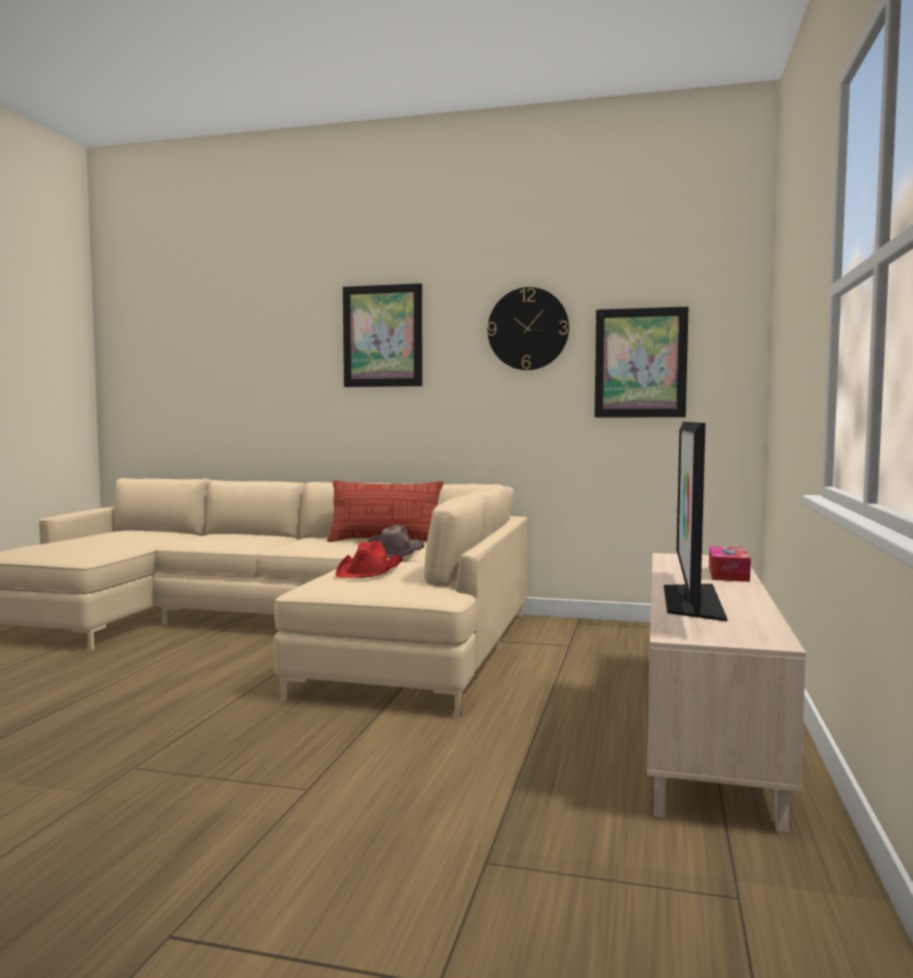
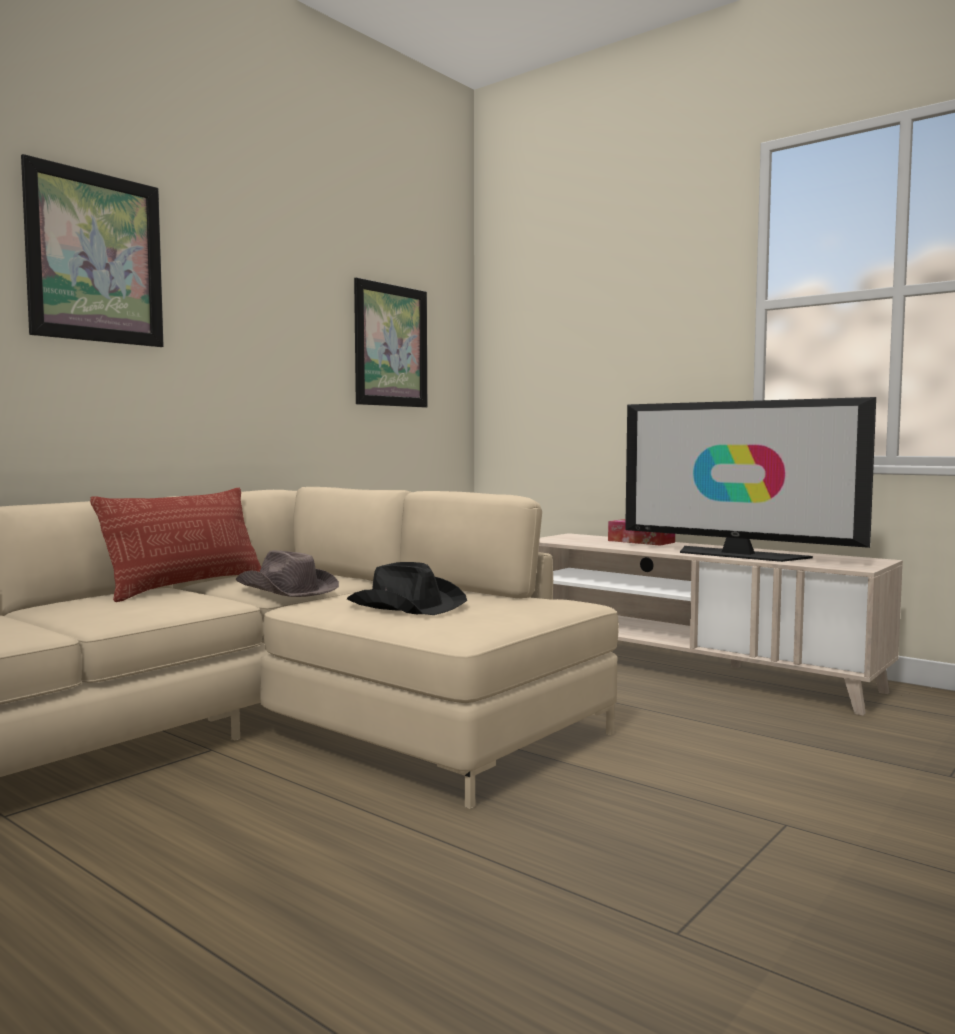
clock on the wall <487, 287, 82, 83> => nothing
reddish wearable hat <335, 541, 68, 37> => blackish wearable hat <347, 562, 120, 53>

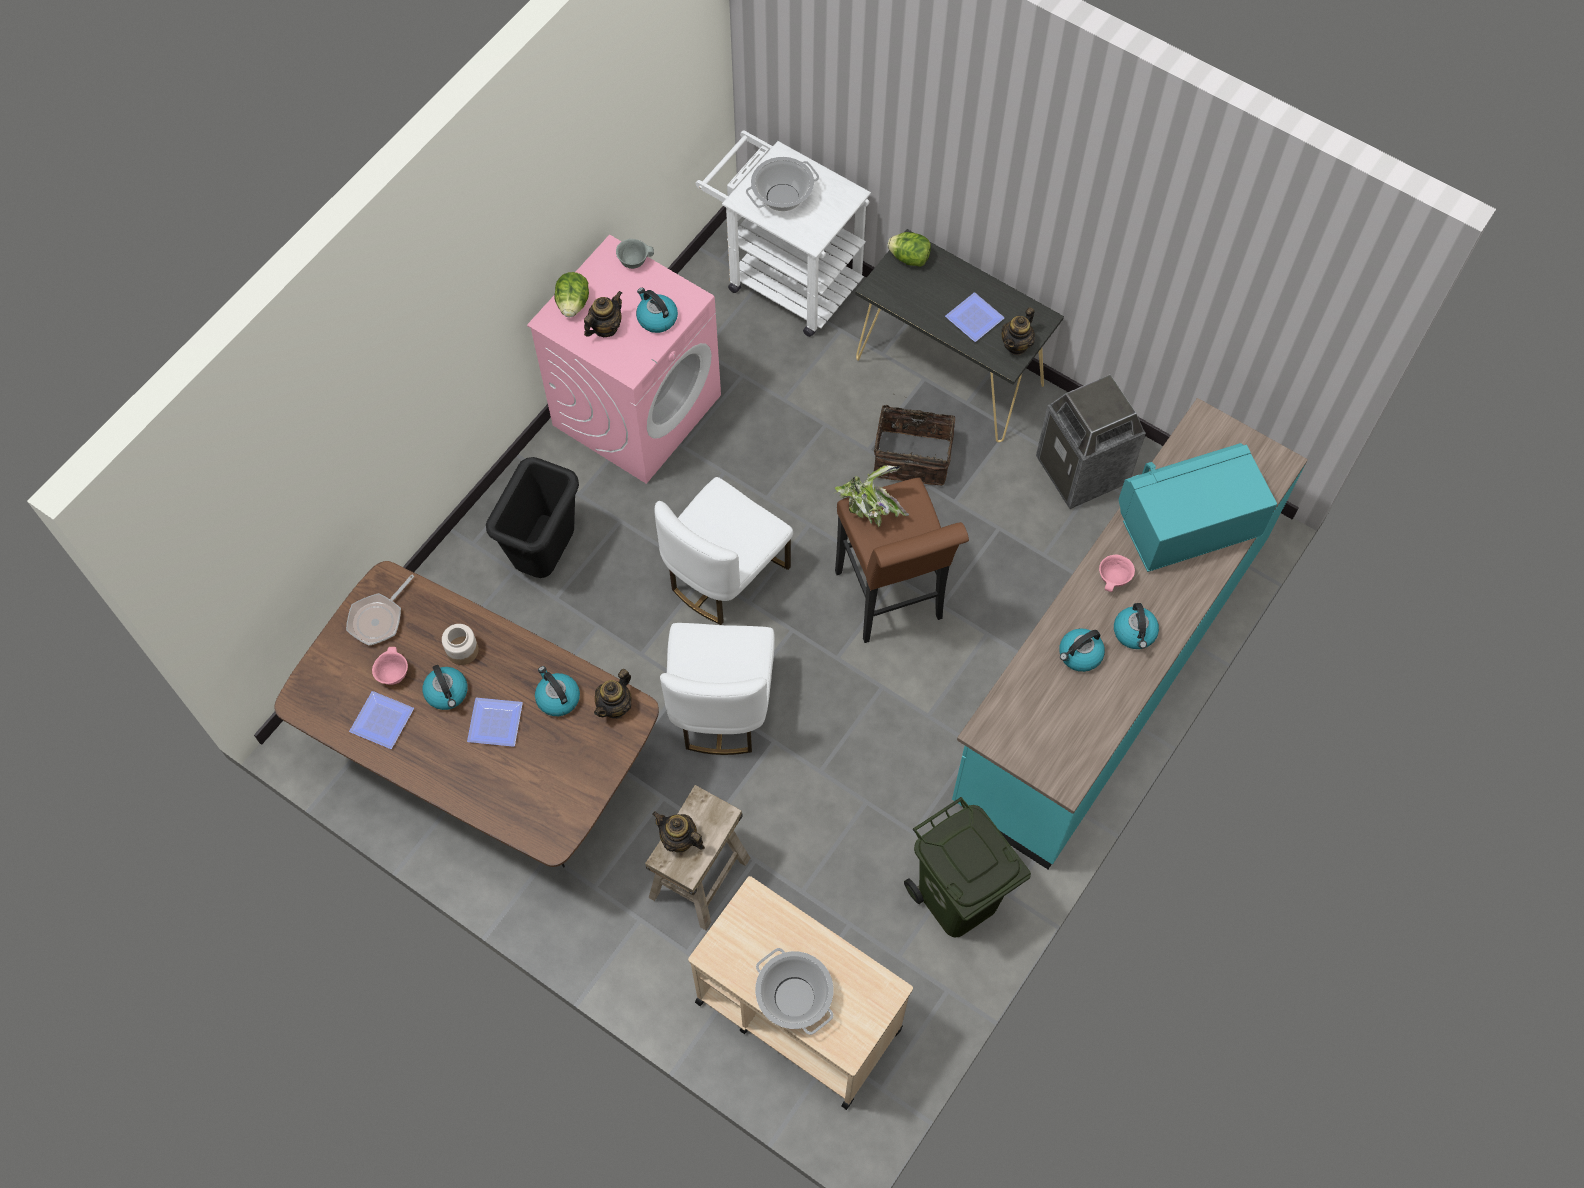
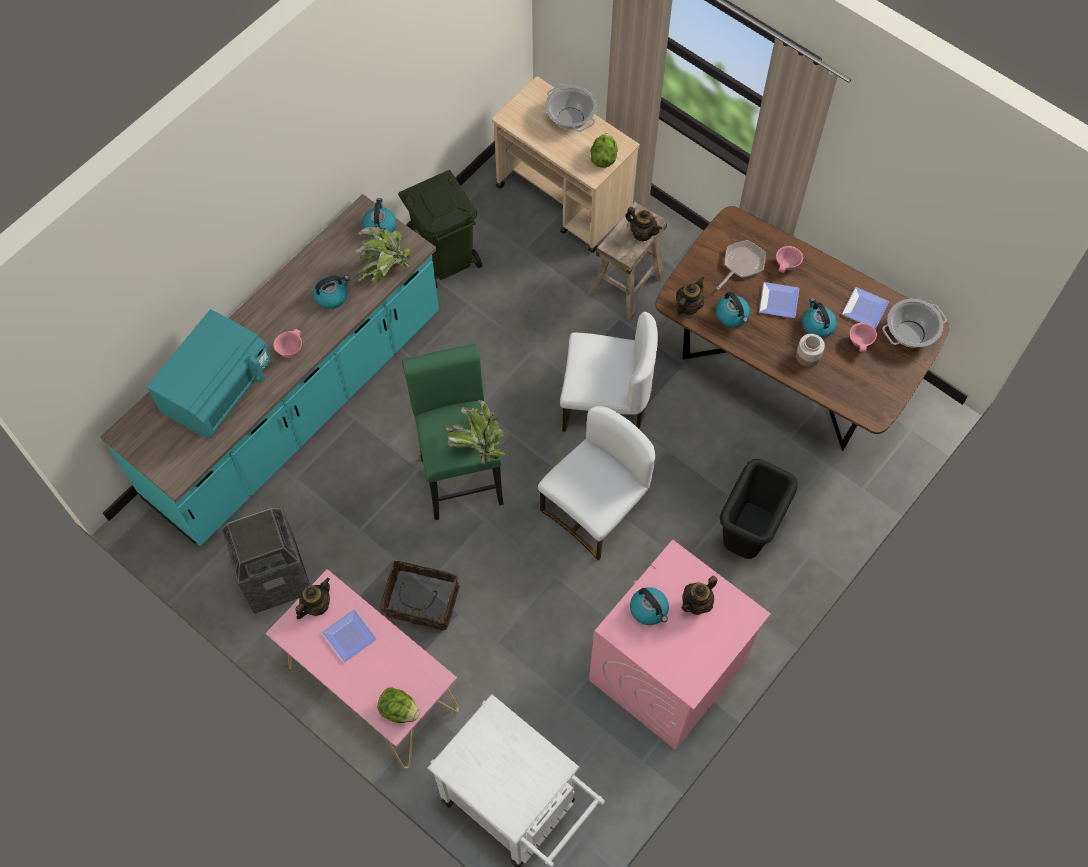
stockpot <746, 157, 73, 54> => stockpot <882, 299, 65, 48>, relocated
blackish hall table <855, 229, 209, 213> => pink-coloured hall table <266, 569, 193, 200>
grey bowl <616, 239, 38, 30> => nothing
lettuce head <554, 272, 35, 45> => lettuce head <591, 133, 27, 35>, relocated
blue-green kitchen microwave <1119, 443, 158, 129> => blue-green kitchen microwave <147, 309, 124, 129>, 45 degrees counterclockwise
brown-coloured stool seat <835, 478, 134, 165> => green stool seat <402, 344, 102, 176>
frying pan <346, 574, 68, 71> => frying pan <716, 240, 50, 50>, relocated
water kettle <1114, 603, 45, 46> => water kettle <362, 198, 34, 39>, relocated
white-coloured plain chair <660, 623, 115, 132> => white-coloured plain chair <560, 312, 98, 120>, 90 degrees clockwise
nothing => houseplant <355, 226, 55, 57>
nothing => pink-coloured bowl <776, 246, 27, 27>

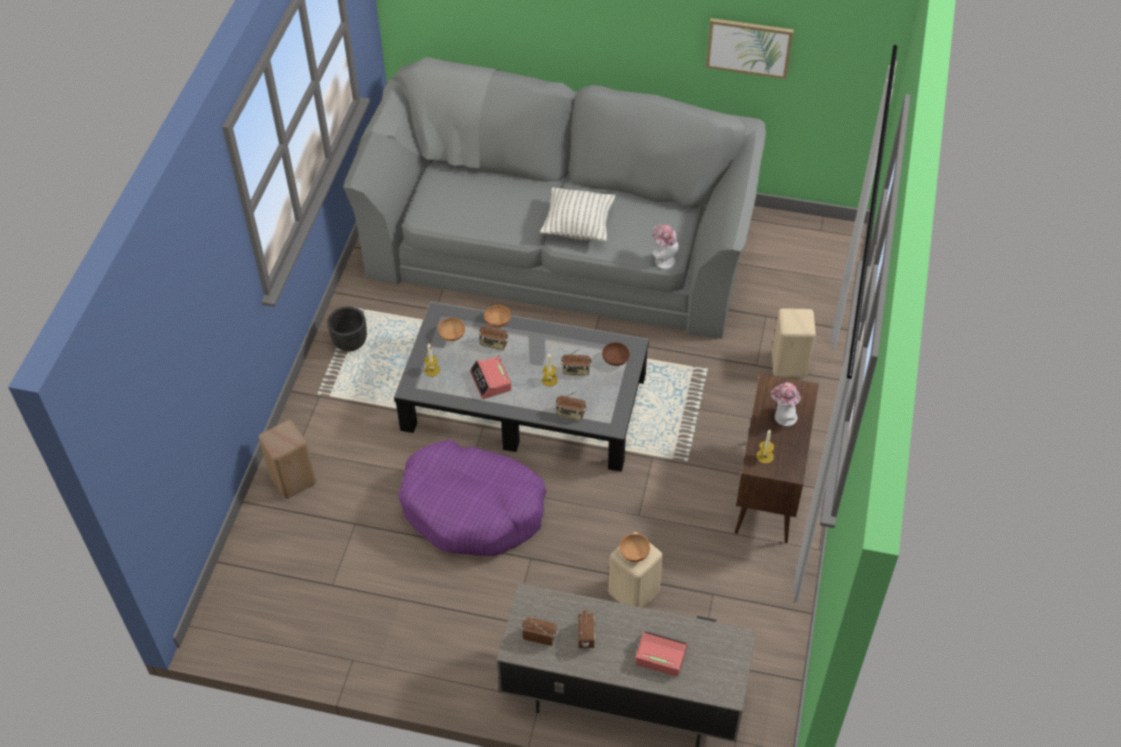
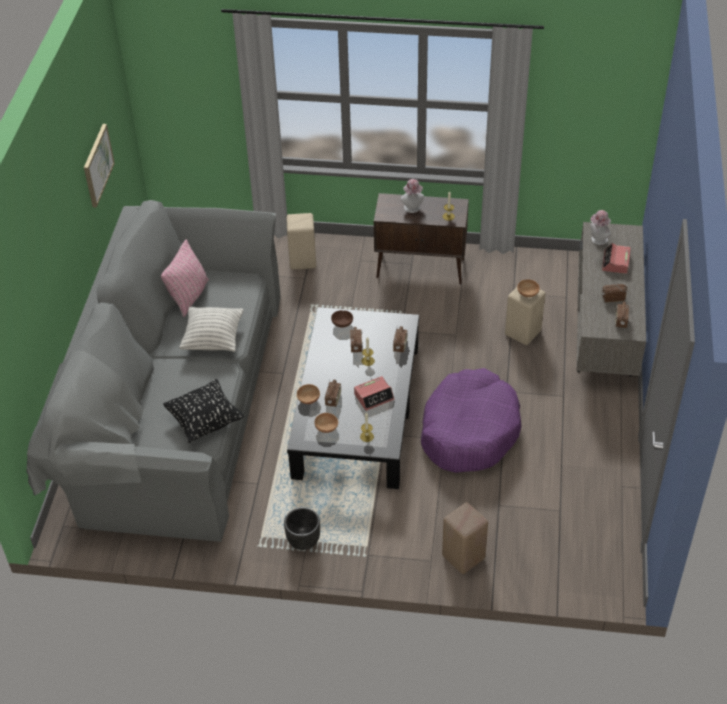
wearable hat <652, 224, 28, 45> => wearable hat <590, 210, 21, 35>, relocated
nothing => pink-coloured pillow <161, 240, 48, 77>
nothing => blackish pillow <163, 379, 81, 64>

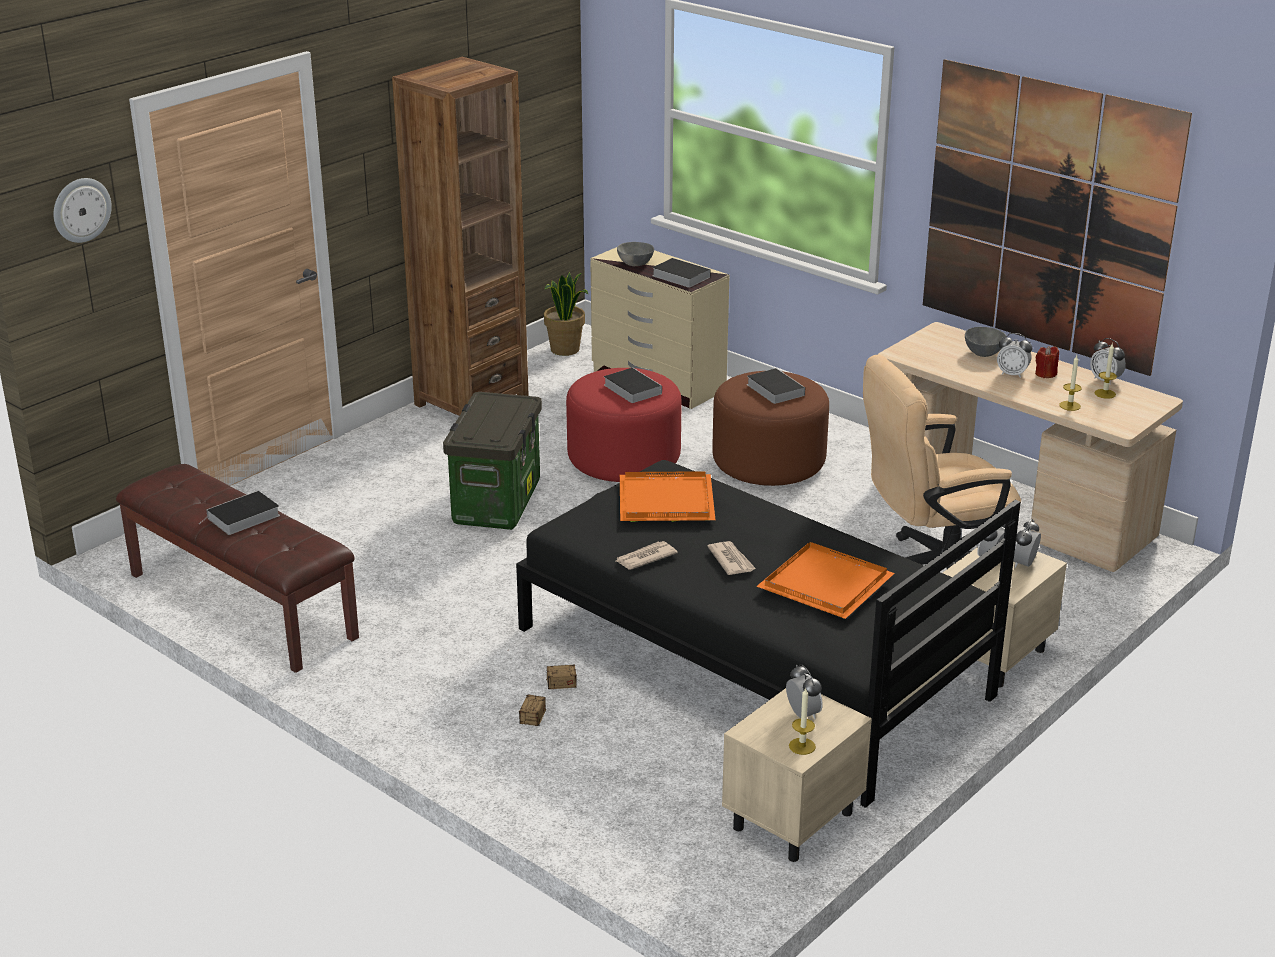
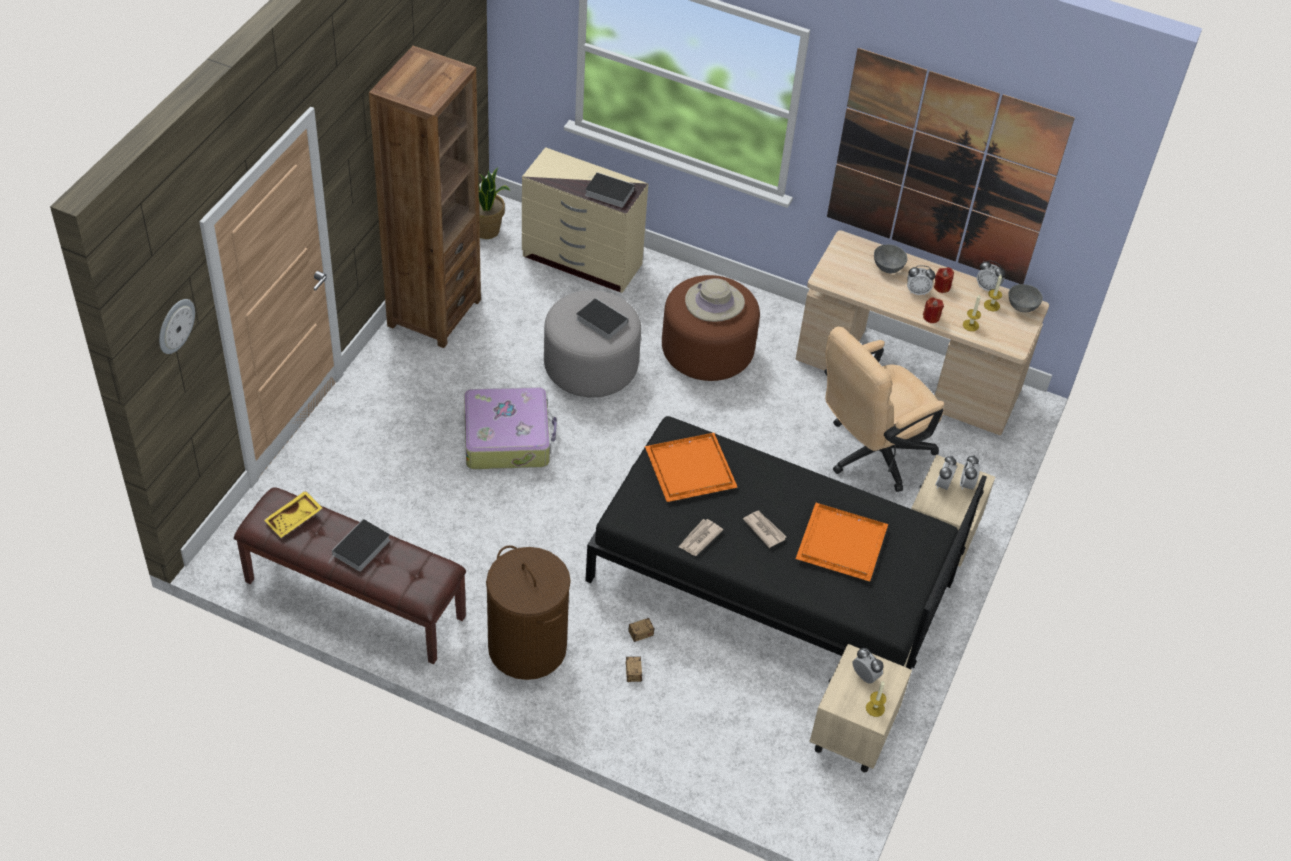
grey bowl <617, 242, 37, 24> => grey bowl <1008, 284, 35, 28>, relocated
reddish ottoman <566, 368, 116, 114> => grey ottoman <544, 290, 97, 107>
bound book <747, 368, 58, 36> => beige-coloured wearable hat <685, 278, 60, 44>
storage container <443, 392, 99, 138> => piece of luggage <464, 387, 93, 82>
nothing => reddish candle <923, 297, 21, 26>
nothing => yellow carrying tray <264, 491, 59, 47>
nothing => brown-coloured hamper <486, 545, 85, 135>

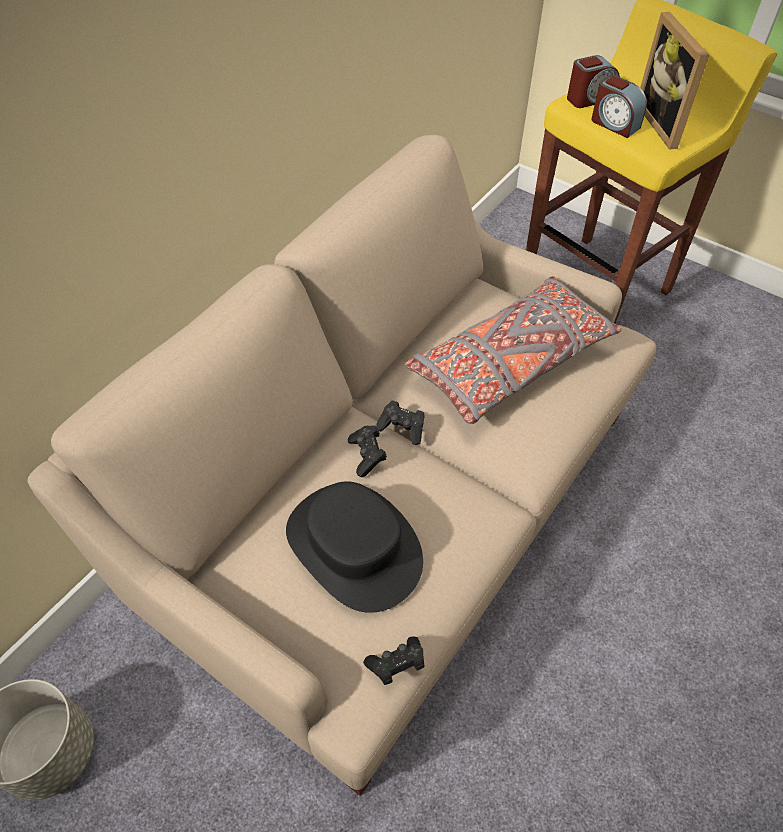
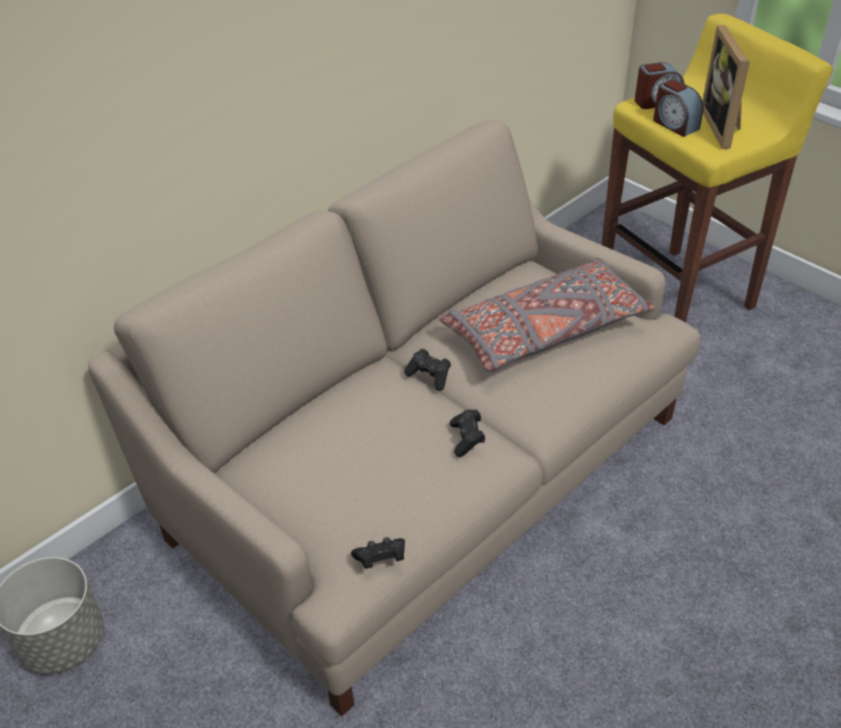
blackish joypad <348, 426, 39, 51> => blackish joypad <450, 409, 35, 48>, relocated
blackish wearable hat <286, 481, 137, 132> => nothing

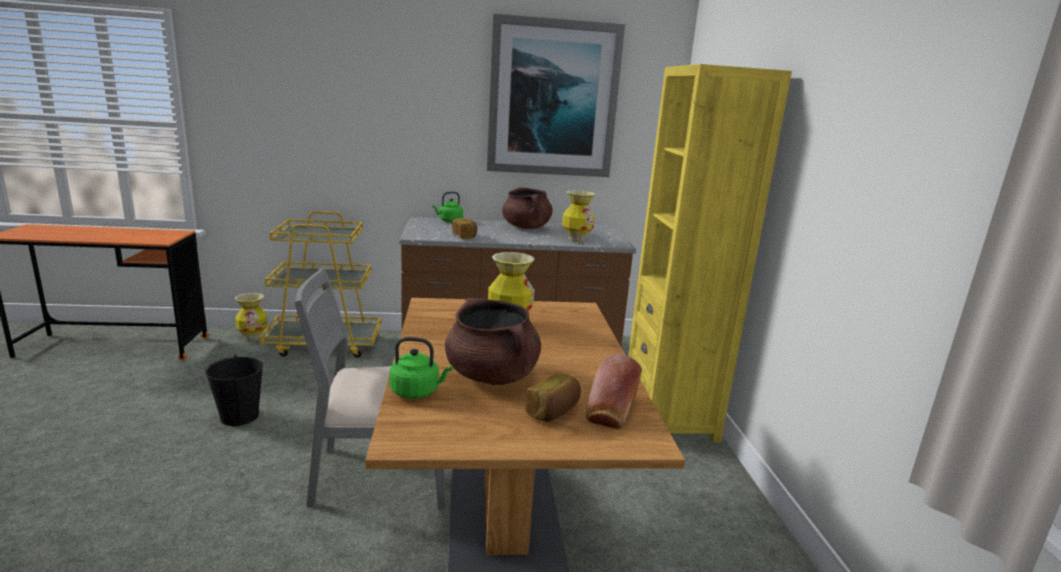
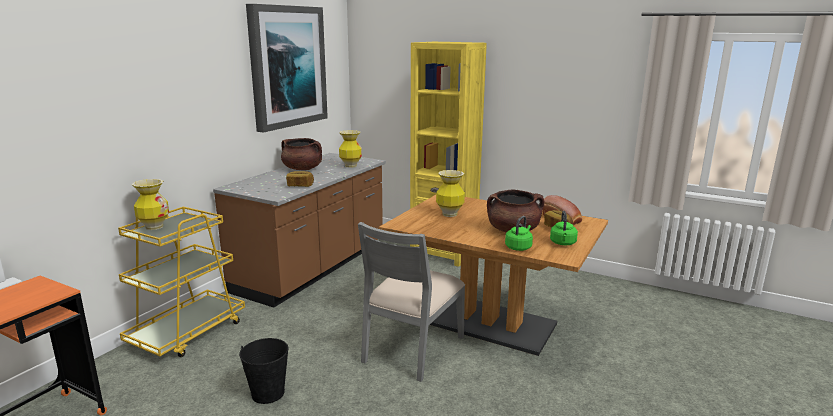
green water kettle <432, 192, 31, 30> => green water kettle <550, 211, 28, 34>, relocated
flower vase <235, 293, 32, 48> => flower vase <132, 179, 37, 51>, relocated

